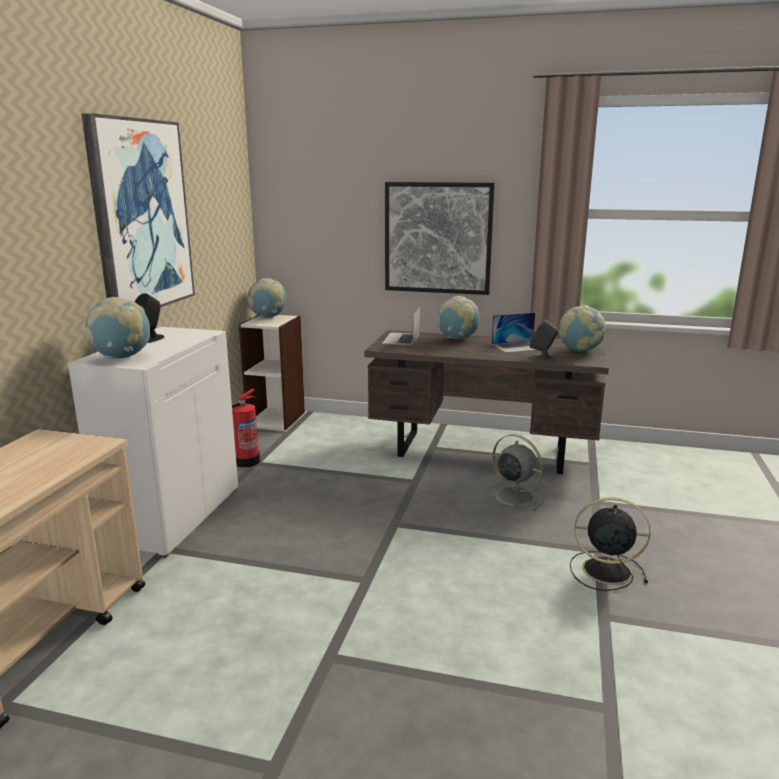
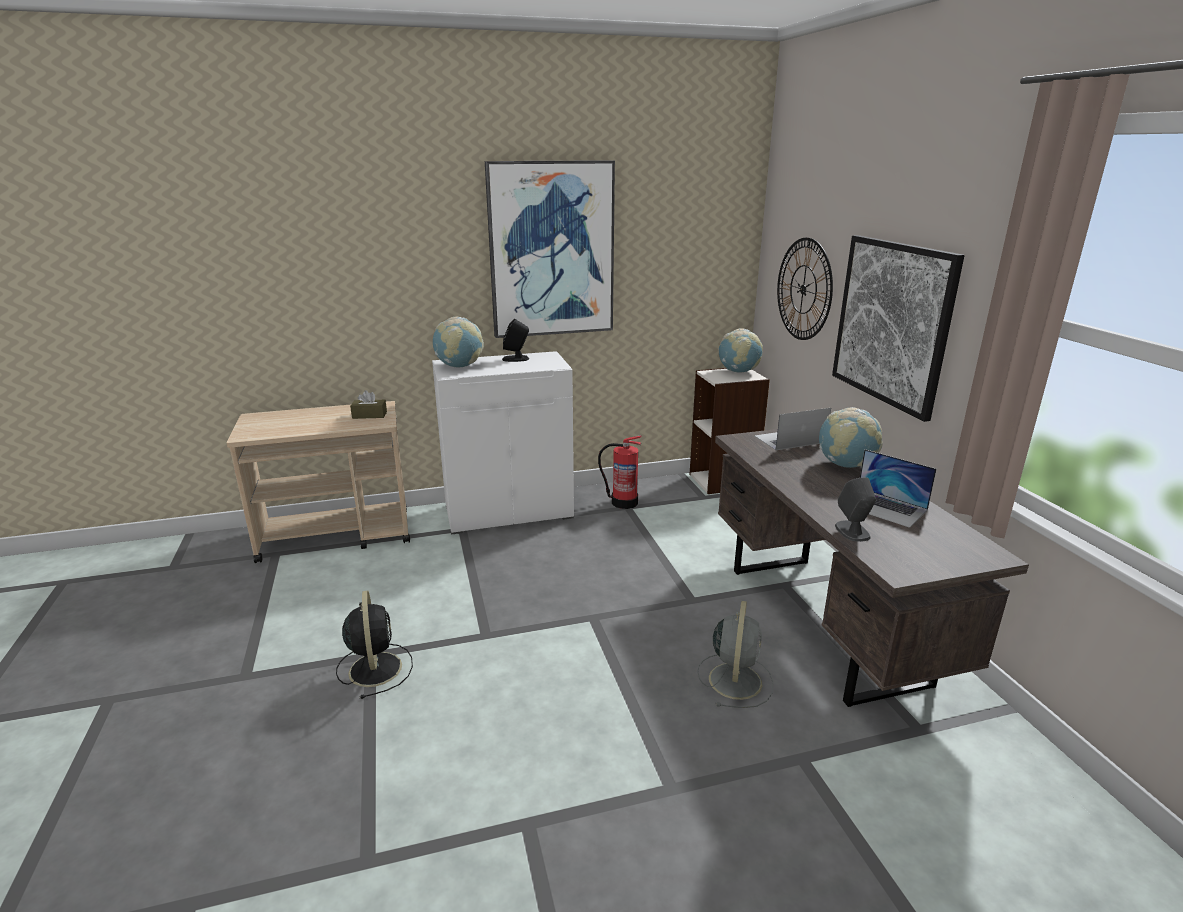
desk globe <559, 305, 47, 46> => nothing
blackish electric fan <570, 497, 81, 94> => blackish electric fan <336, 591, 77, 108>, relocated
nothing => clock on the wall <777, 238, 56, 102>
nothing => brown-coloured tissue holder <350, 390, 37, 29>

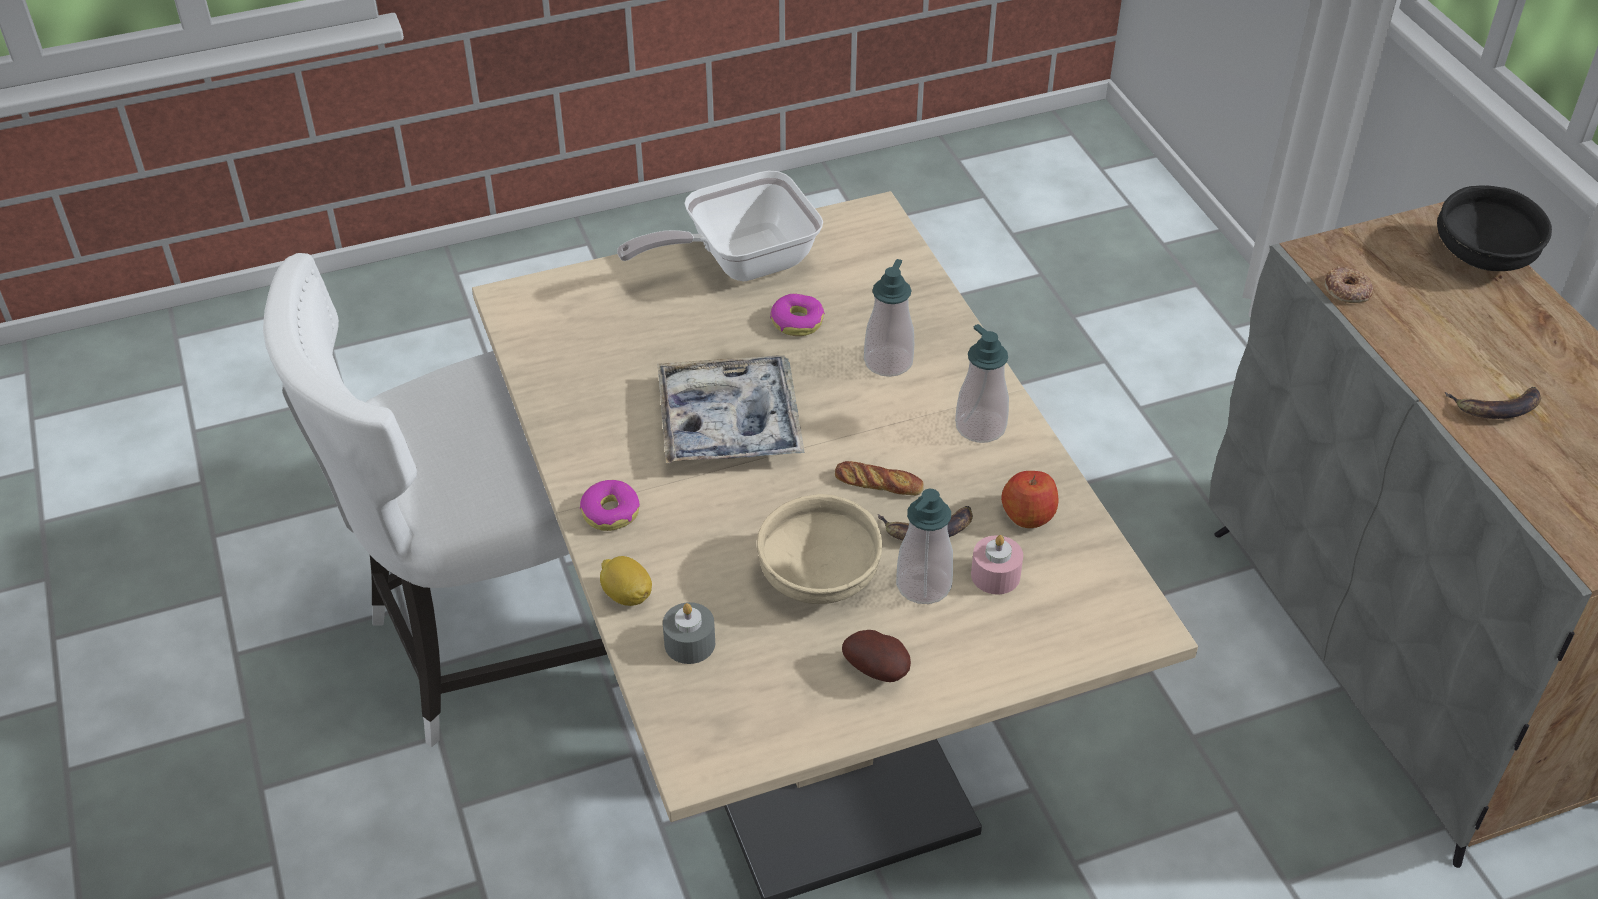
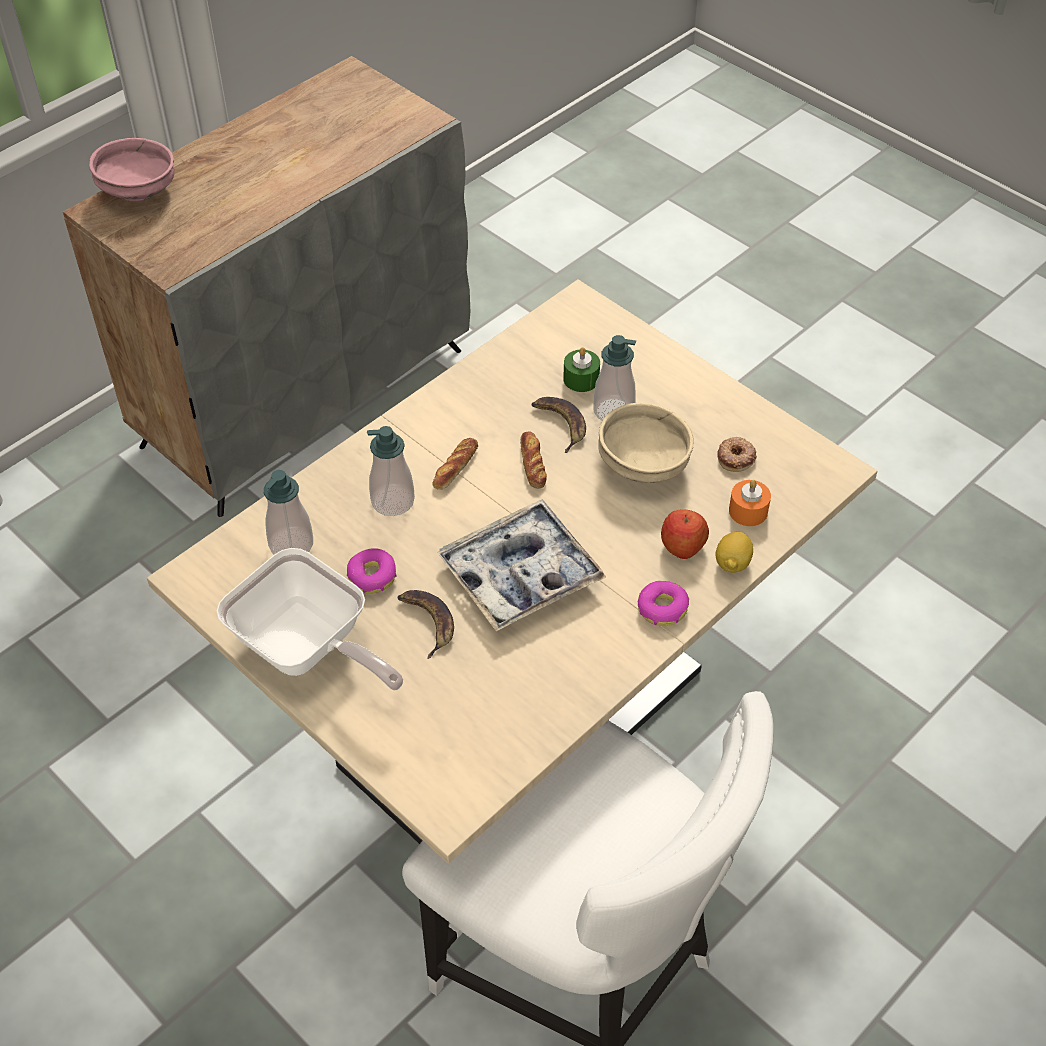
blackish bowl <1437, 185, 115, 86> => pink-coloured bowl <89, 138, 86, 63>
ring doughnut <1324, 266, 49, 37> => ring doughnut <717, 437, 40, 35>, relocated
soap bottle <955, 324, 54, 119> => soap bottle <264, 470, 49, 85>, relocated
banana fruit <1445, 387, 96, 32> => banana fruit <397, 590, 57, 69>, relocated
apple fruit <1001, 471, 57, 57> => apple fruit <661, 509, 48, 50>, relocated
pink-coloured candle <971, 535, 52, 59> => green candle <563, 347, 37, 45>
grey candle <663, 602, 52, 62> => orange candle <729, 480, 42, 46>
whole potato <842, 630, 69, 52> => nothing
nothing => baked bread <432, 438, 46, 52>

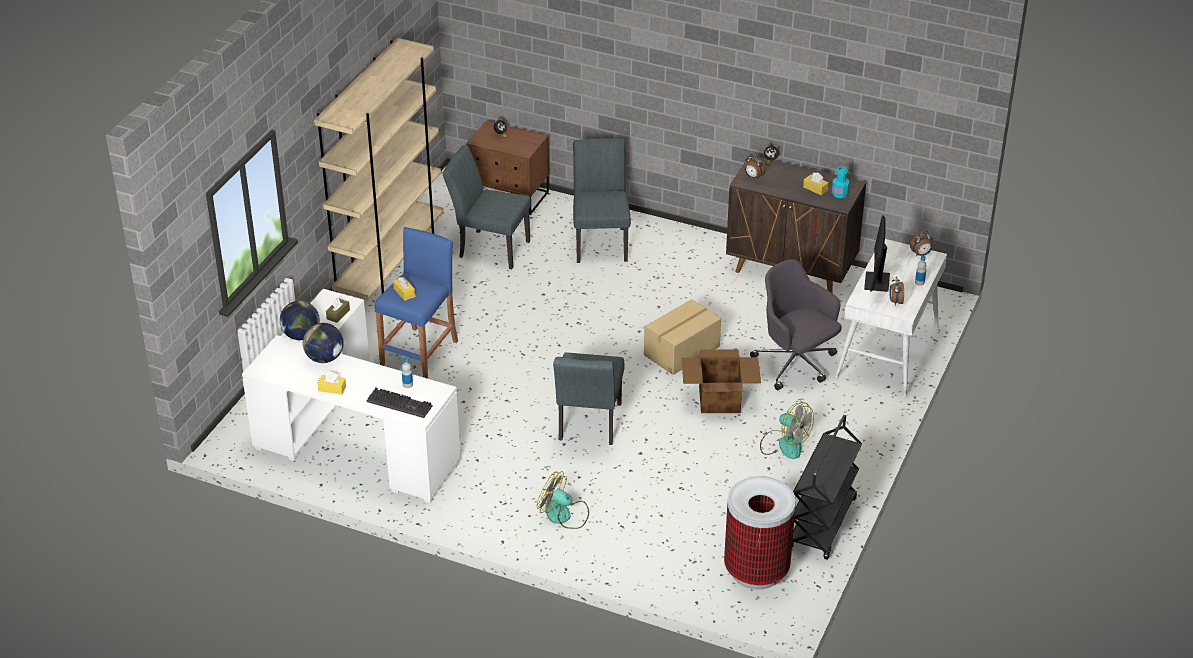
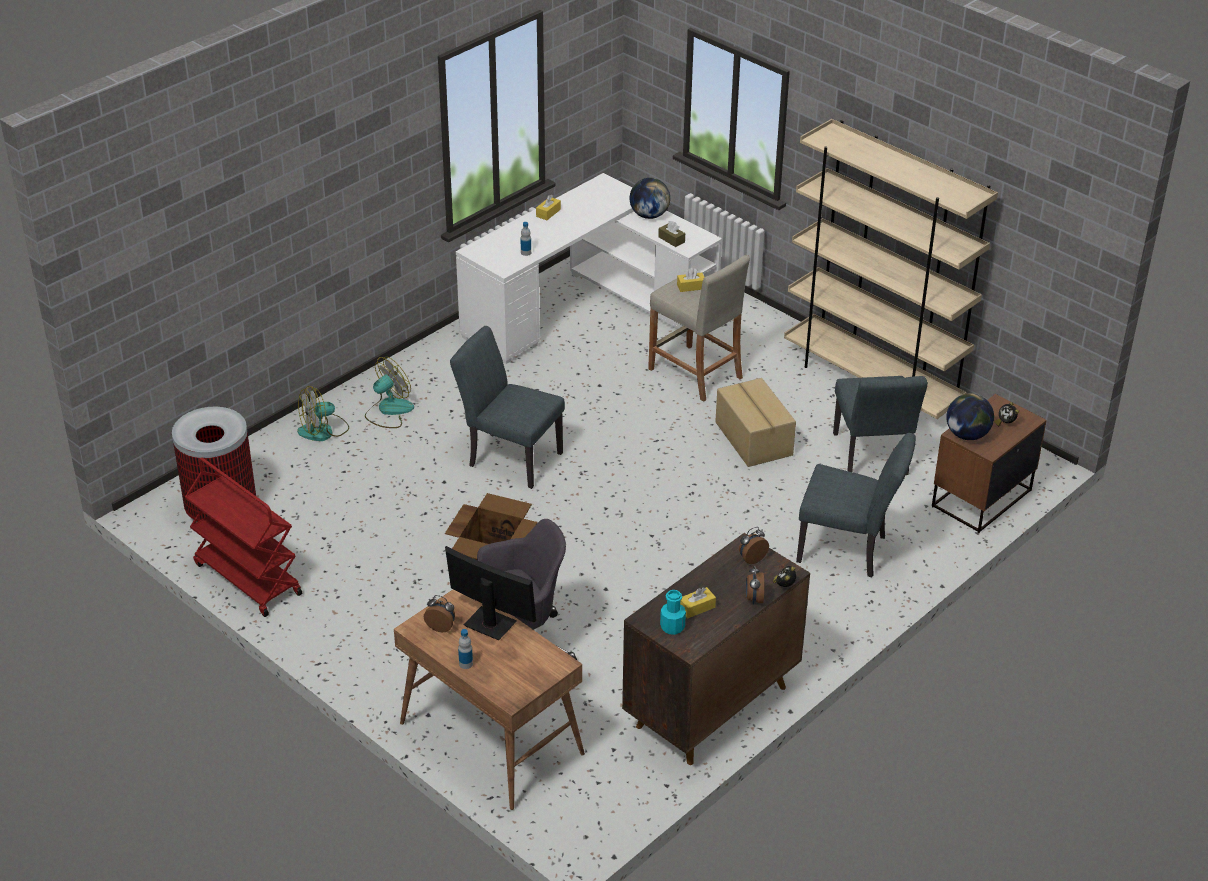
grey plain chair <443, 145, 88, 124> => grey plain chair <833, 376, 95, 99>, 135 degrees clockwise
blue-coloured stool seat <375, 227, 83, 152> => beige-coloured stool seat <648, 255, 102, 147>
bedside clock <910, 231, 23, 25> => bedside clock <746, 566, 18, 39>, relocated
white-coloured desk <835, 239, 112, 158> => brown-coloured desk <394, 590, 191, 220>
packing box <644, 299, 77, 76> => packing box <715, 378, 81, 89>, relocated
desk globe <303, 323, 40, 40> => desk globe <946, 393, 48, 47>, relocated
keyboard <367, 387, 65, 31> => nothing
electric fan <760, 402, 54, 57> => electric fan <297, 386, 52, 55>, relocated
blackish cart <792, 415, 70, 145> => reddish cart <185, 457, 117, 160>

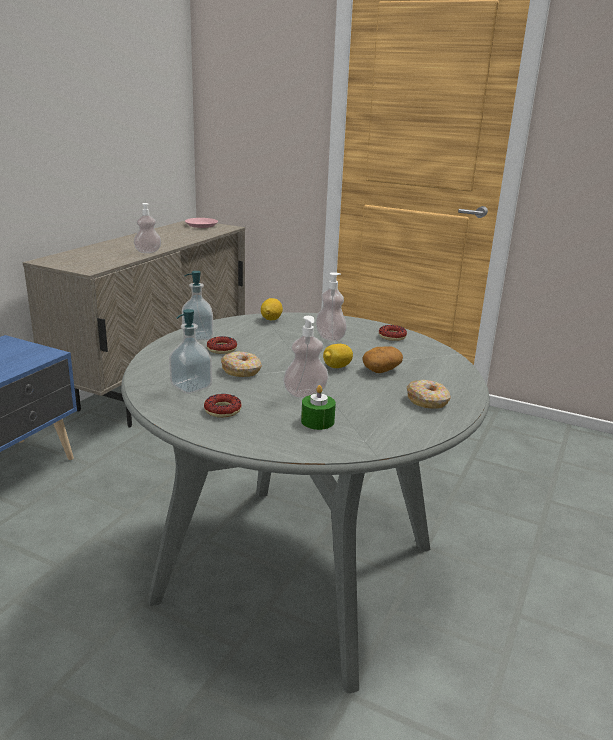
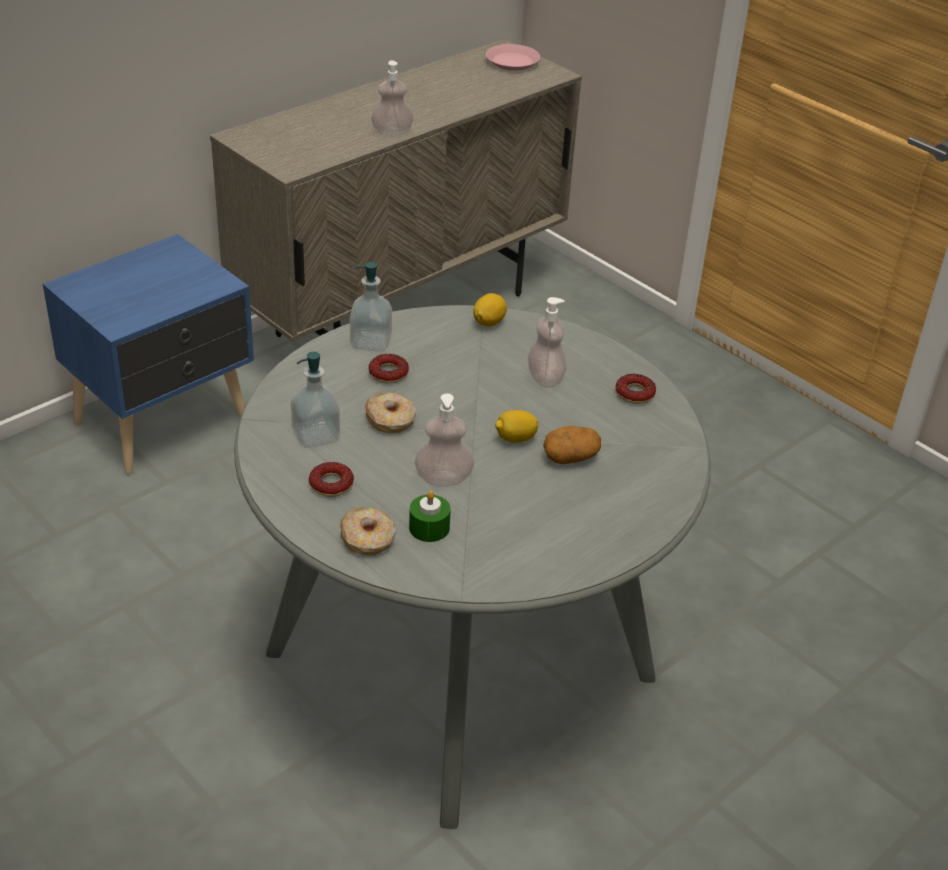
ring doughnut <407, 380, 44, 29> => ring doughnut <340, 507, 56, 49>, relocated

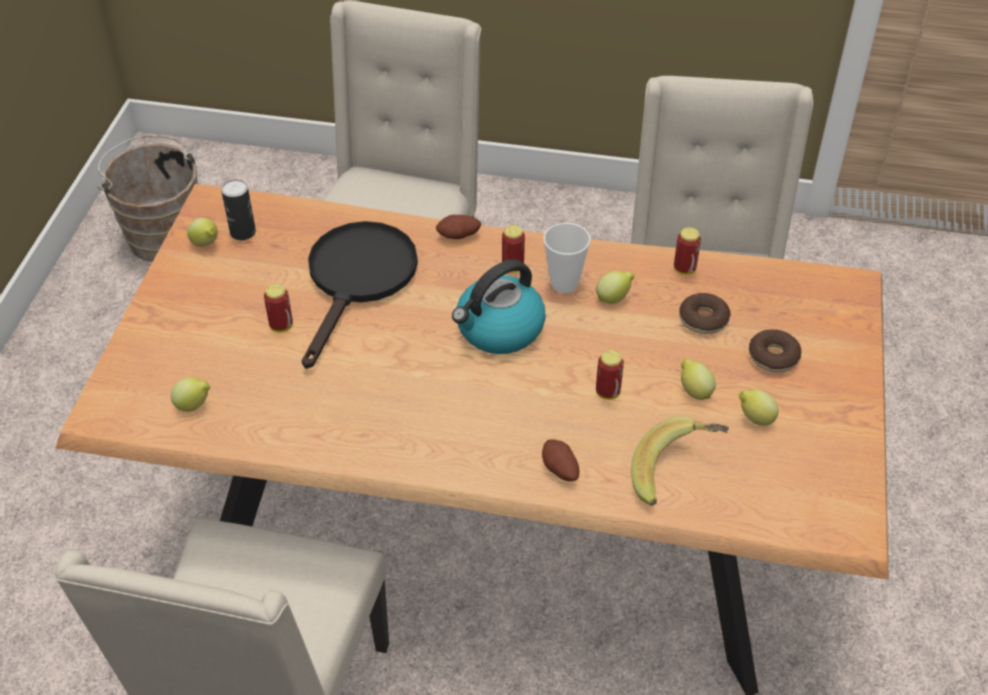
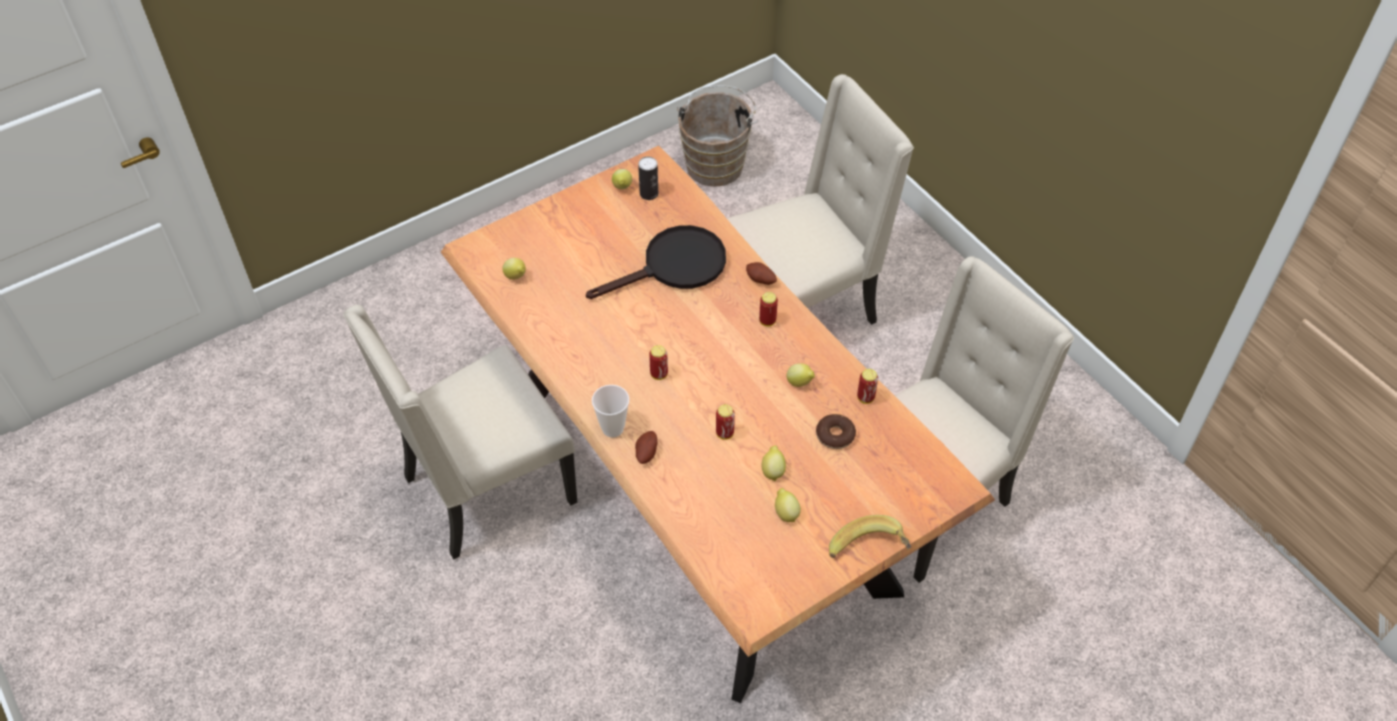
cup <543, 223, 48, 70> => cup <592, 385, 37, 52>, relocated
water kettle <452, 259, 94, 95> => nothing
can <264, 284, 29, 48> => can <649, 345, 19, 35>, relocated
ring doughnut <749, 329, 52, 43> => nothing
banana fruit <631, 416, 98, 90> => banana fruit <829, 515, 82, 43>, relocated

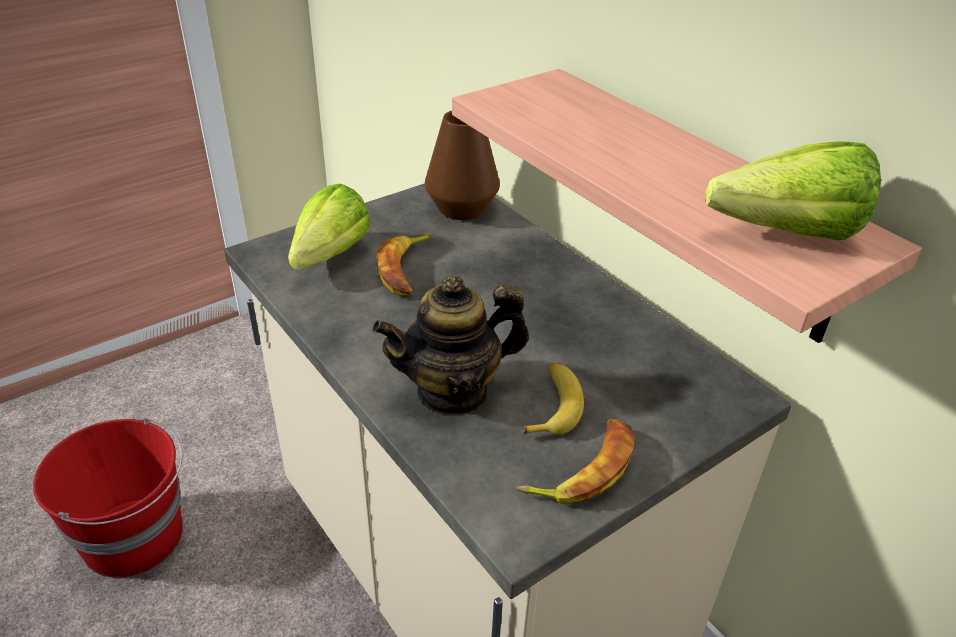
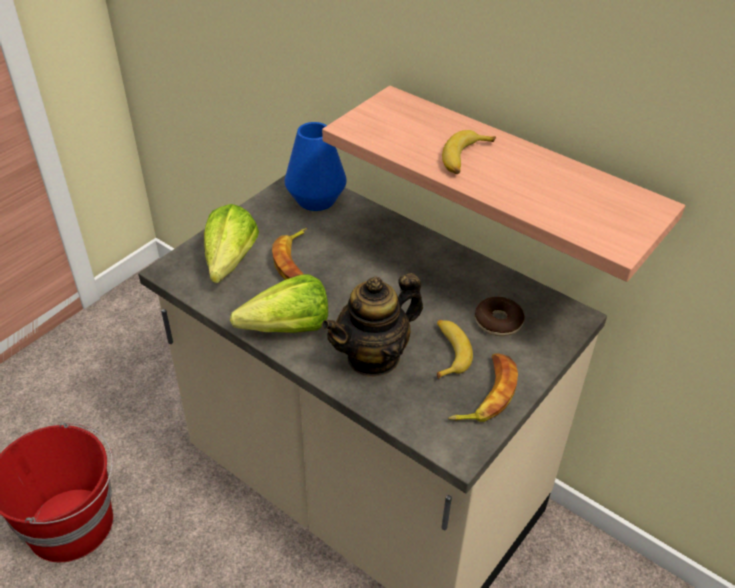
brown-coloured flower vase <425, 111, 75, 109> => blue-coloured flower vase <285, 122, 62, 89>
lettuce head <705, 141, 176, 99> => lettuce head <230, 274, 98, 59>, relocated
nothing => banana fruit <442, 130, 54, 44>
nothing => ring doughnut <475, 297, 50, 39>

